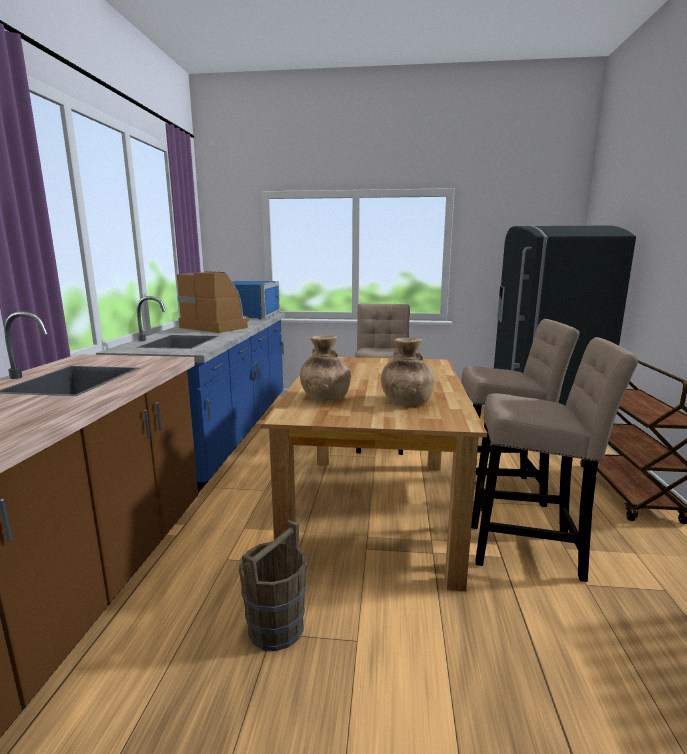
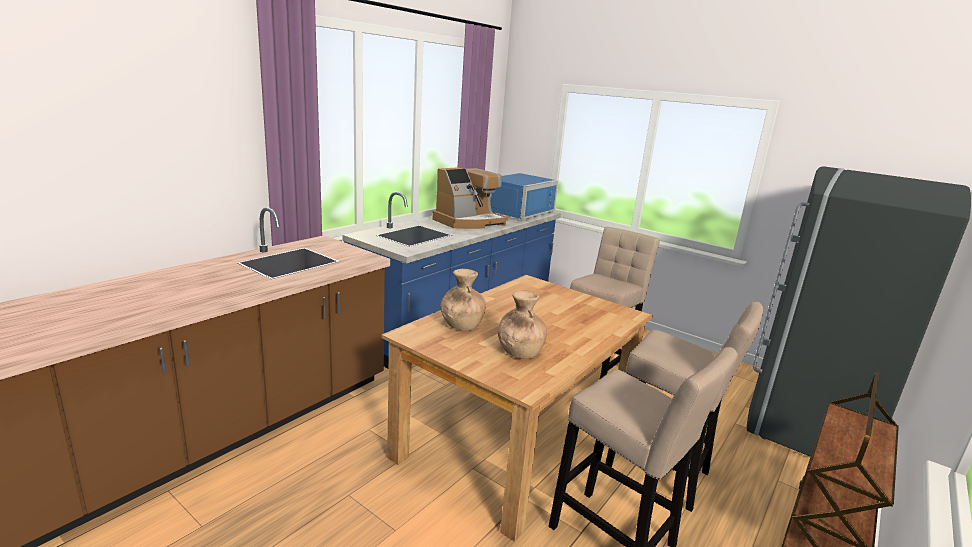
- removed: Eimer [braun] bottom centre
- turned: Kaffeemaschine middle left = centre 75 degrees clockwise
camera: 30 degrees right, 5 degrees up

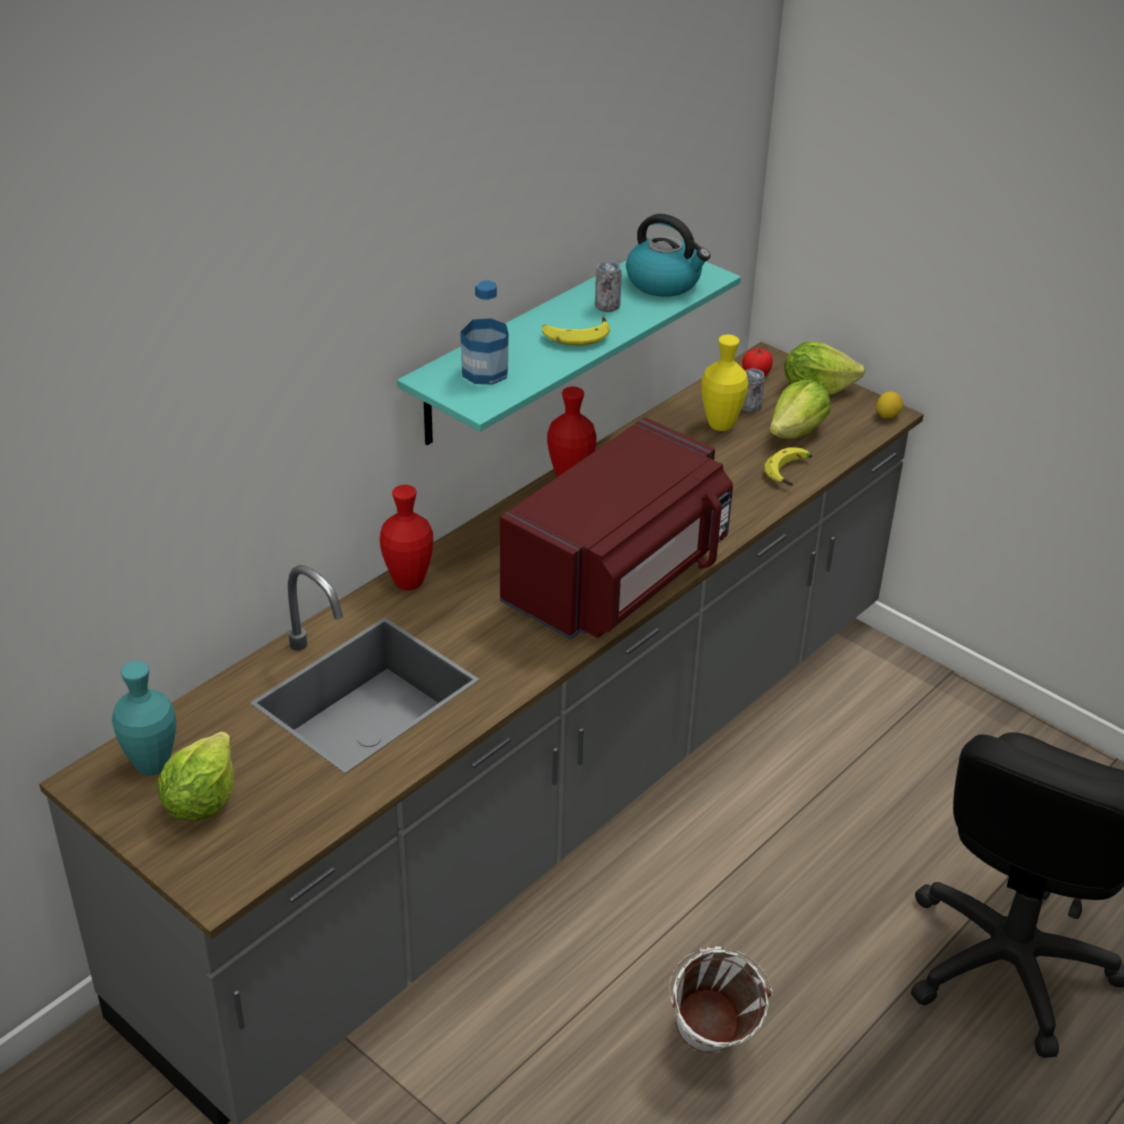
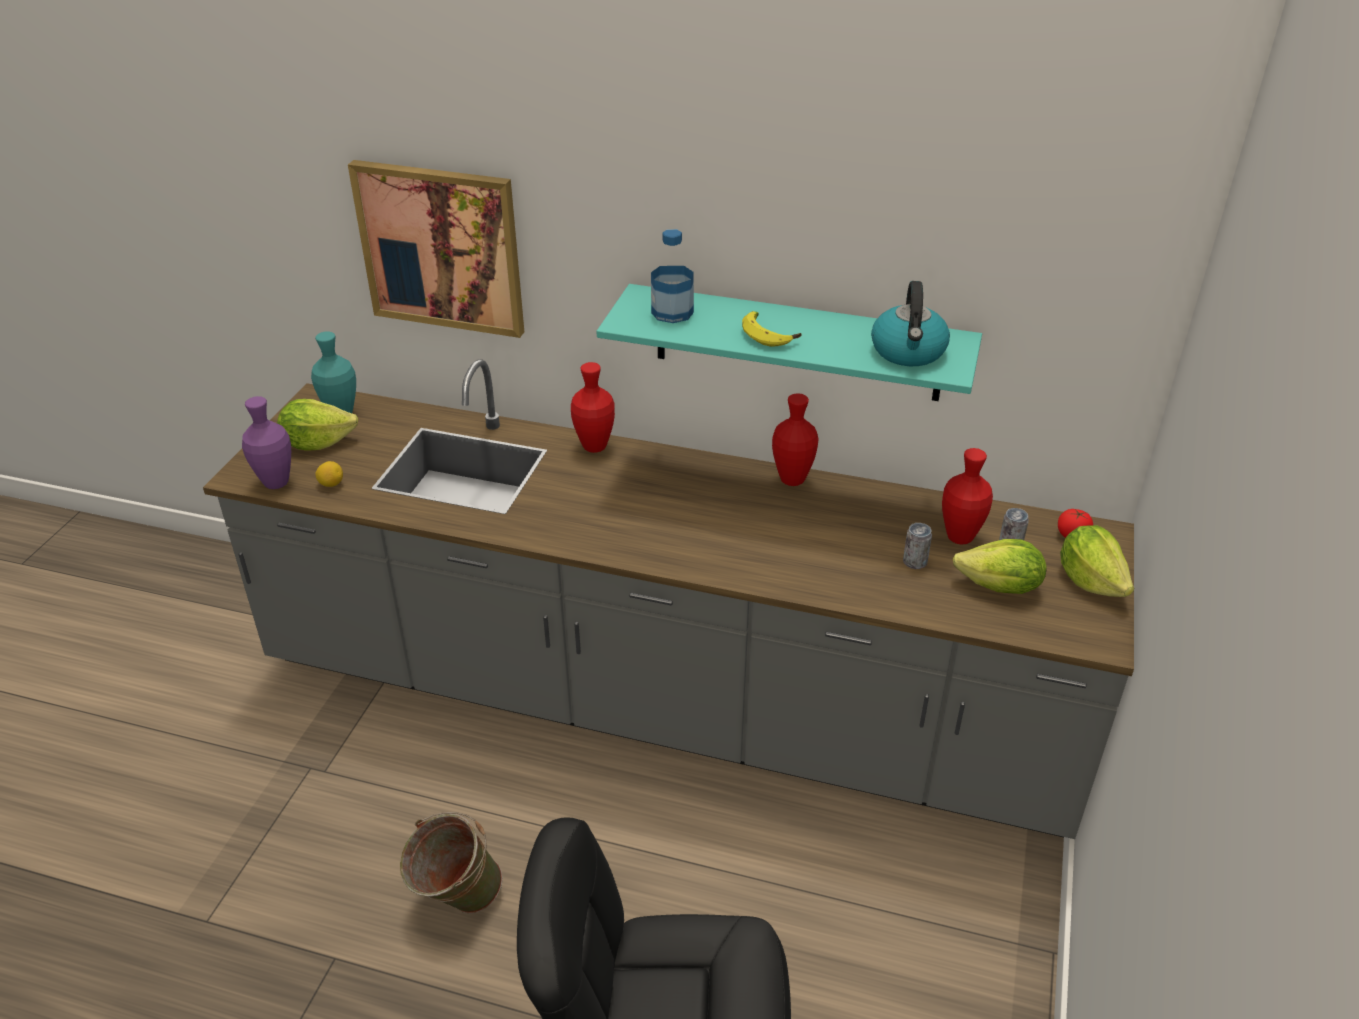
- removed: Mikrowelle [rot] centre
- removed: Banane (2nd from left) middle right
- added: Vase [lila] middle left
- added: Bild top left
- moved: Dose (1st from left) top centre to middle right
- moved: Zitrone middle right to middle left
- recoloured: Eimer [weiß] bottom centre to Eimer [grün] bottom left
- recoloured: Vase [gelb] centre to Vase [rot] (3rd from left) middle right
camera: 65 degrees right, 0 degrees up

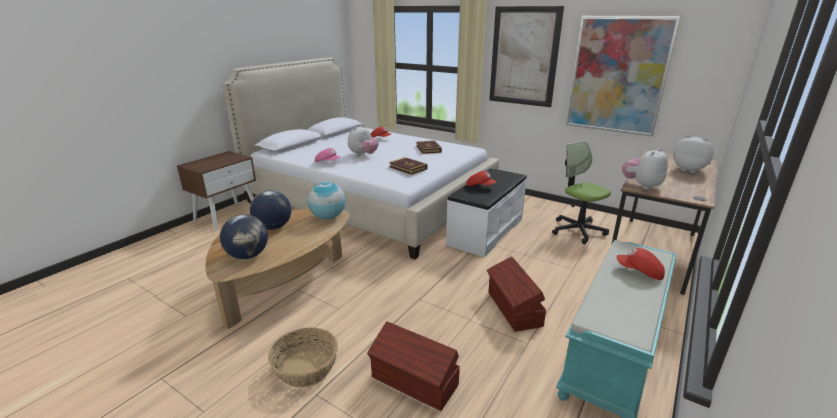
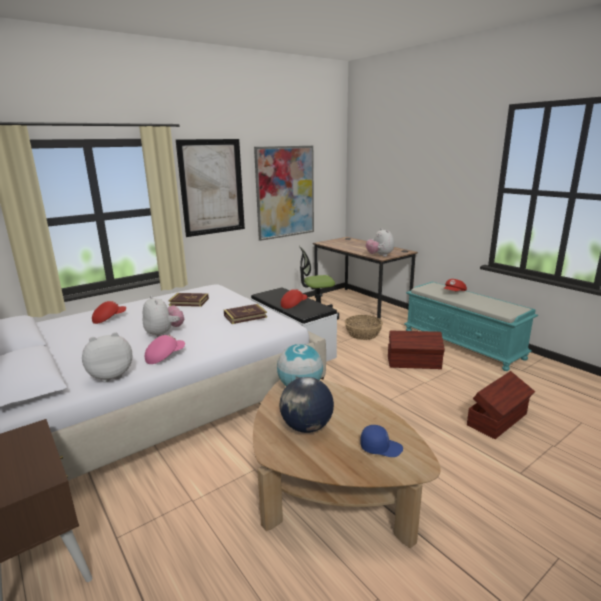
- moved: Korb bottom centre to centre
- moved: Plüschtier (3rd from left in the first image) middle right to Plüschtier (1st from left) middle left
- replaced: Globus (1st from left) middle left to Kappe [blau] bottom centre
camera: 70 degrees left, 5 degrees down

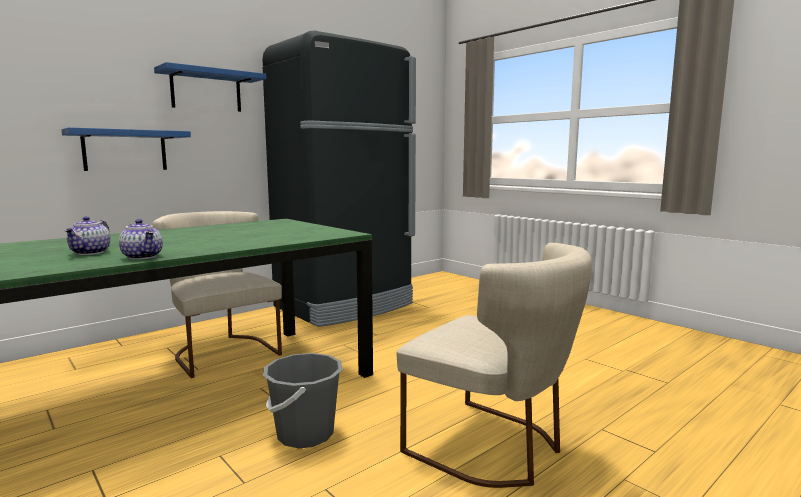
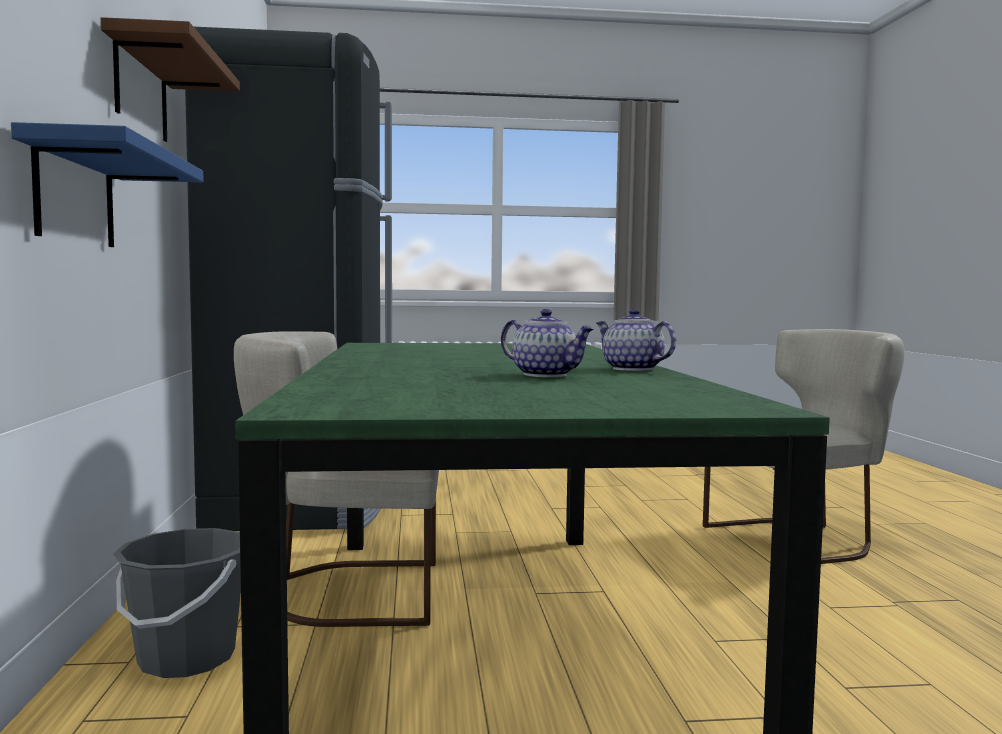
- moved: Eimer [grau] bottom centre to bottom left
- recoloured: Wandregal [blau] (2nd from left) top left to Wandregal [braun] top left
- turned: Teekanne (2nd from left) middle left = centre 120 degrees counterclockwise
camera: 55 degrees left, 5 degrees down

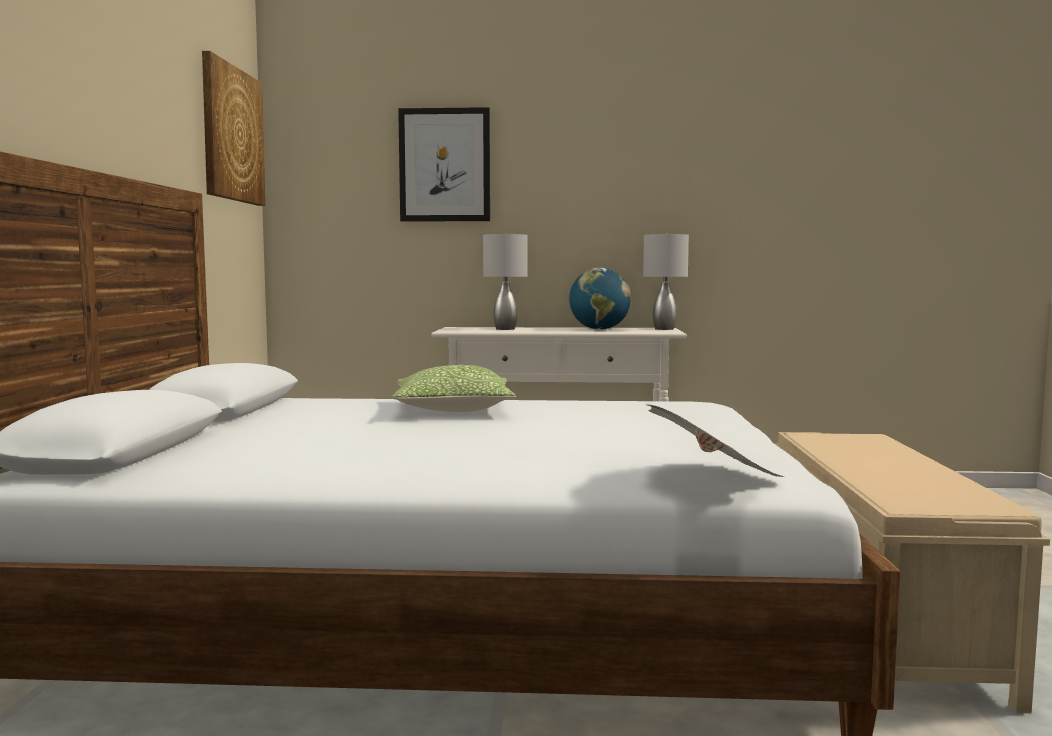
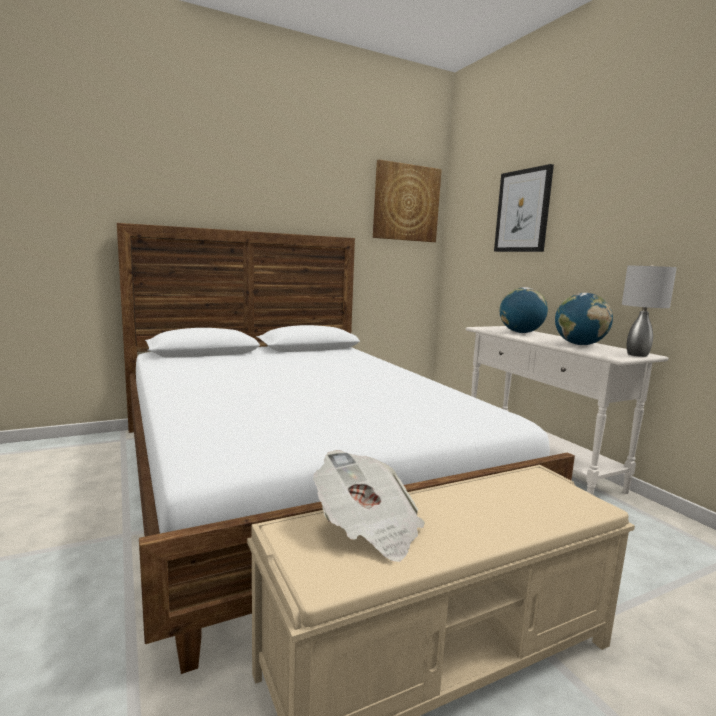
- removed: Kissen centre
- moved: Zeitung middle right to bottom centre
- replaced: Tischlampe [grau] (1st from left) centre to Globus (1st from left) middle right
camera: 60 degrees right, 5 degrees up

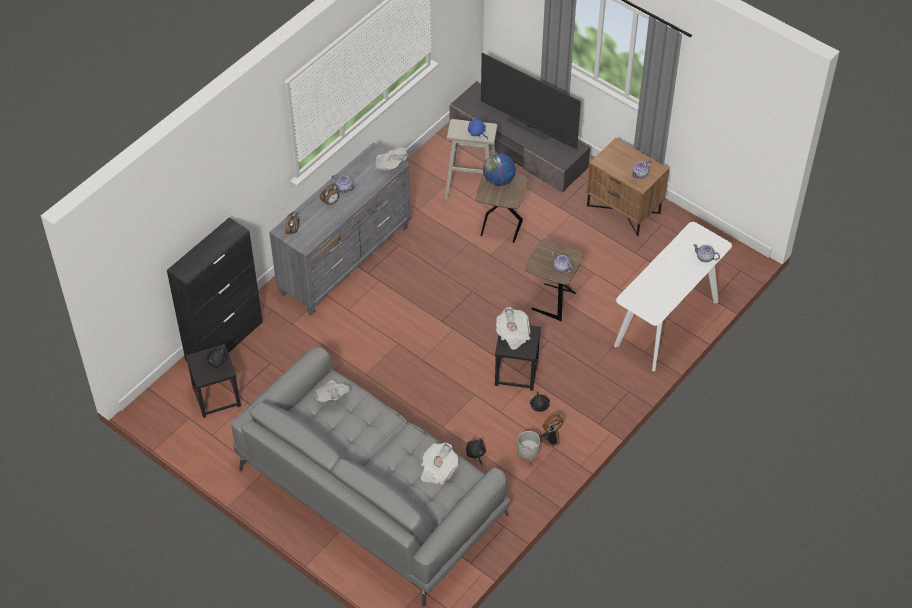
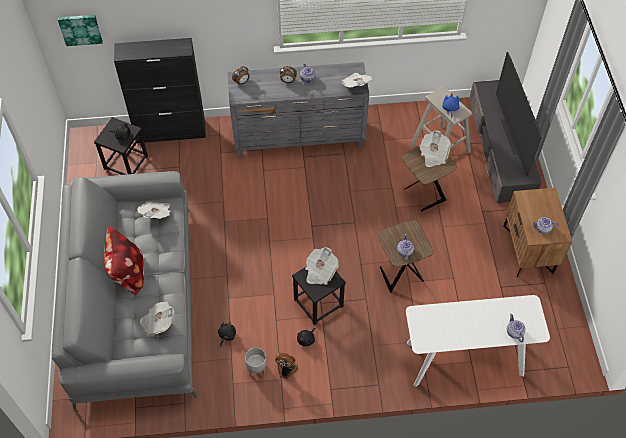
- added: Bild top left
- added: Kissen middle left
- replaced: Globus top centre to Zeitung (5th from left) middle right
camera: 45 degrees right, 5 degrees up

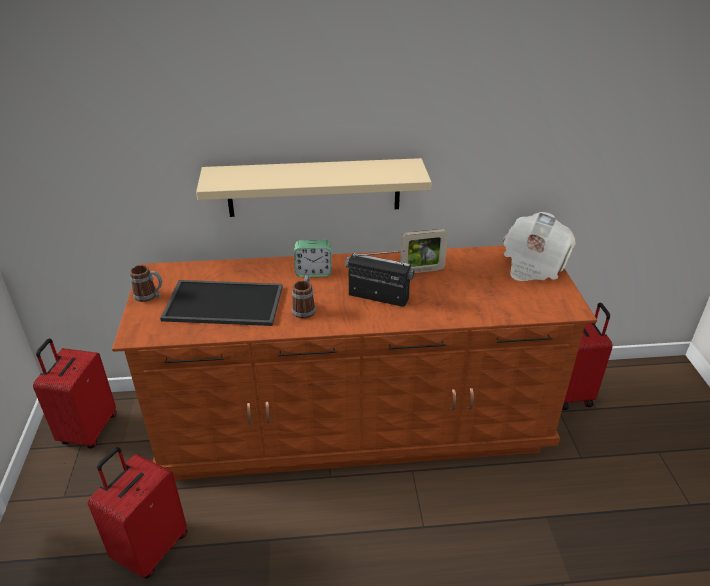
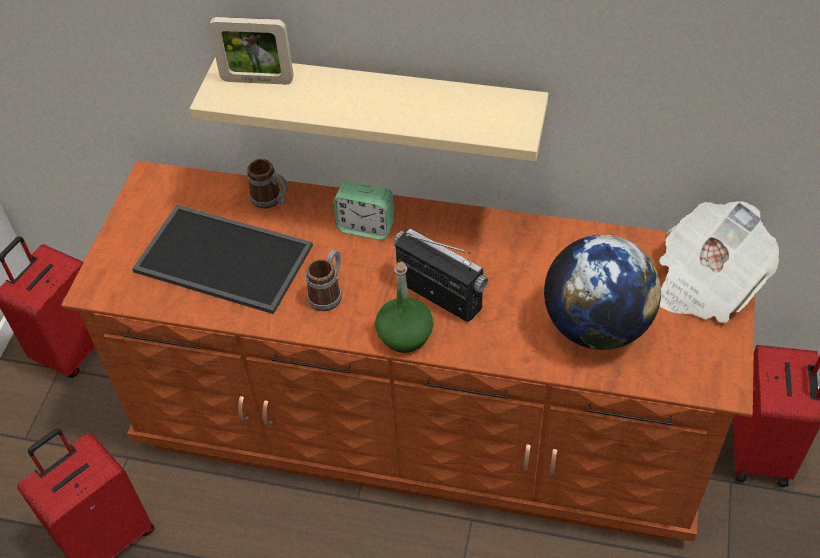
- added: Flasche [grün] centre
- added: Globus middle right
- moved: Henkelbecher (1st from left) middle left to top left
- moved: Bilderrahmen centre to top left
camera: 20 degrees right, 15 degrees up

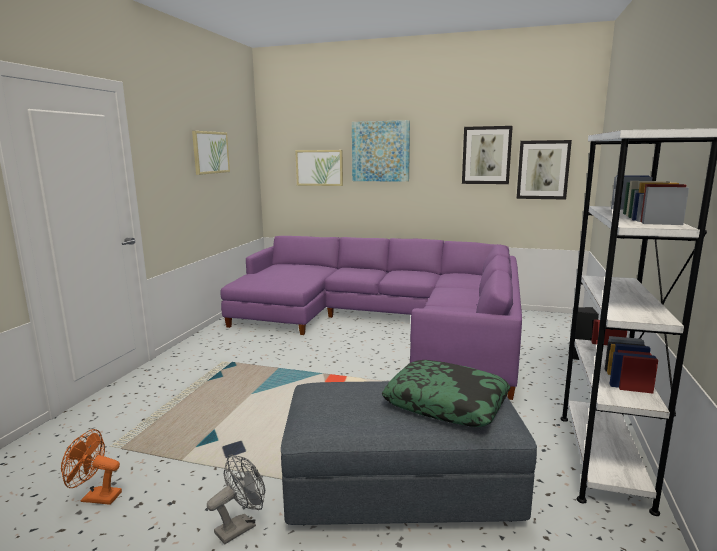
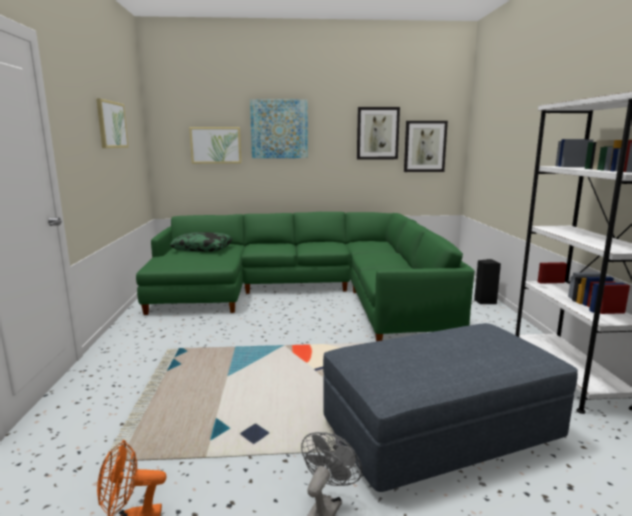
- moved: Kissen bottom centre to middle left
- recoloured: Sofa [lila] centre to Sofa [grün] centre
camera: 20 degrees left, 0 degrees up

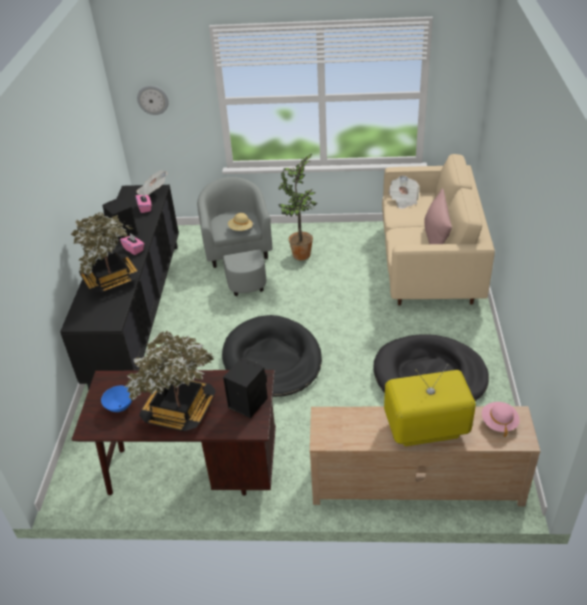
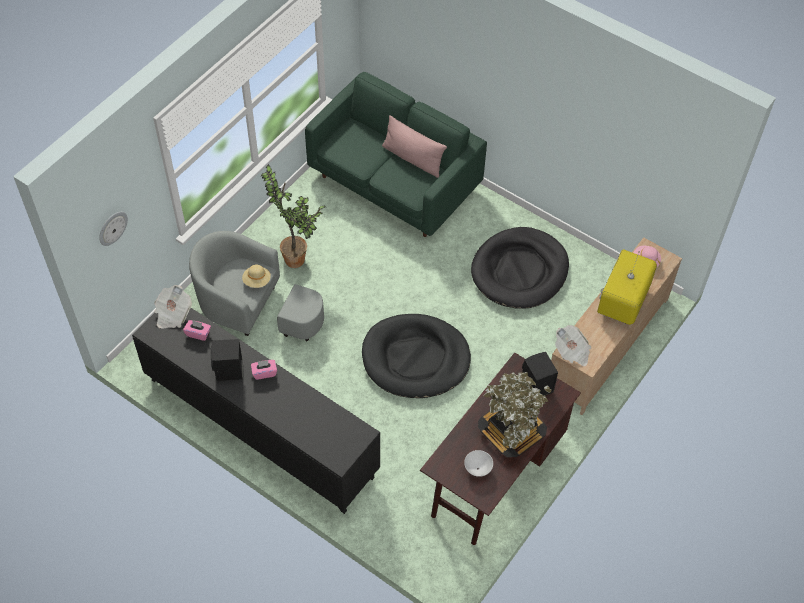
- removed: Topfpflanze (1st from left) middle left
- moved: Zeitung (2nd from left) top right to middle right
- recoloured: Schüssel [blau] middle left to Schüssel [weiß] bottom centre
- recoloured: Sofa [beige] middle right to Sofa [grün] top centre
camera: 60 degrees left, 15 degrees up

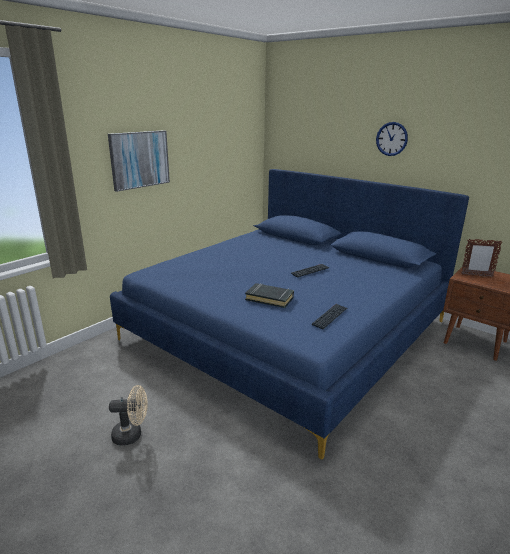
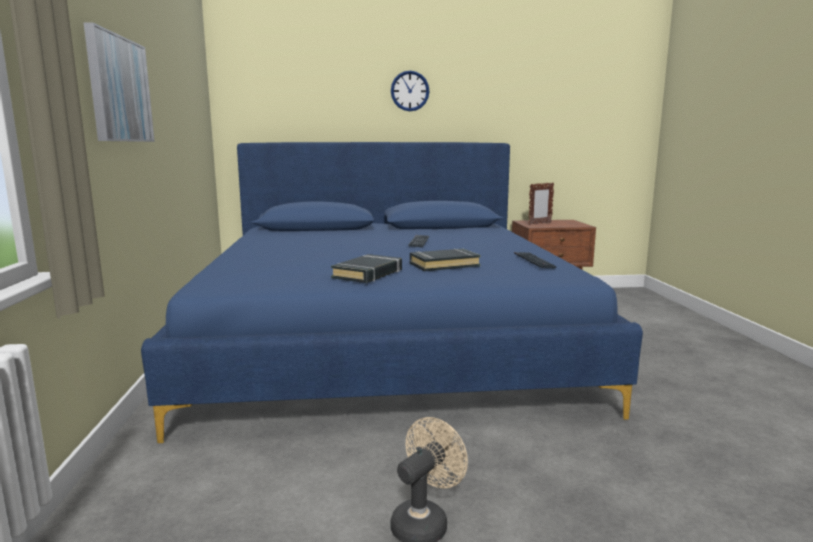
- added: Buch [schwarz] (1st from left) centre
camera: 45 degrees left, 10 degrees down

